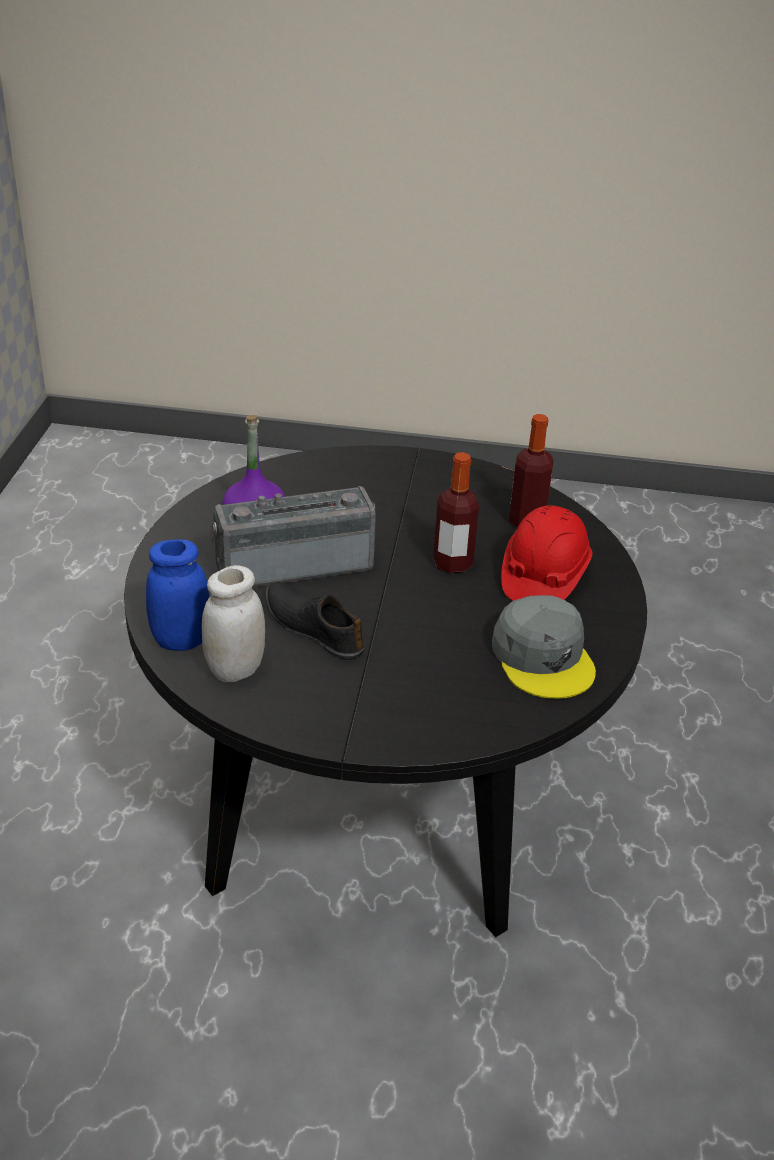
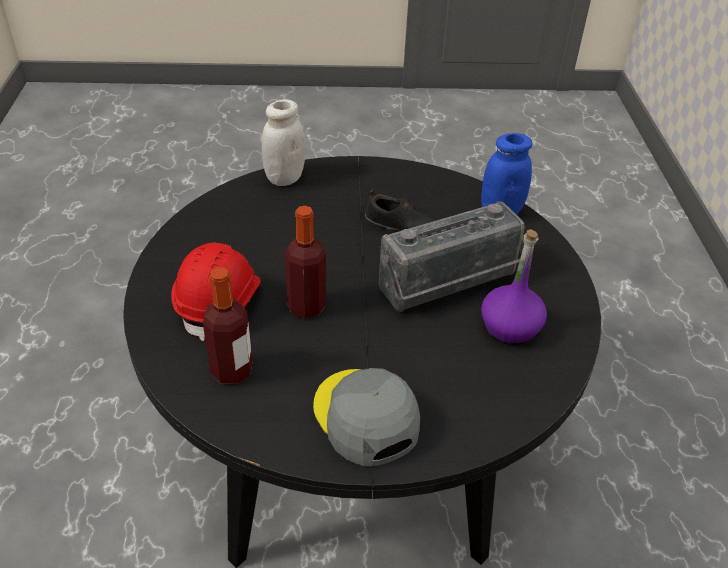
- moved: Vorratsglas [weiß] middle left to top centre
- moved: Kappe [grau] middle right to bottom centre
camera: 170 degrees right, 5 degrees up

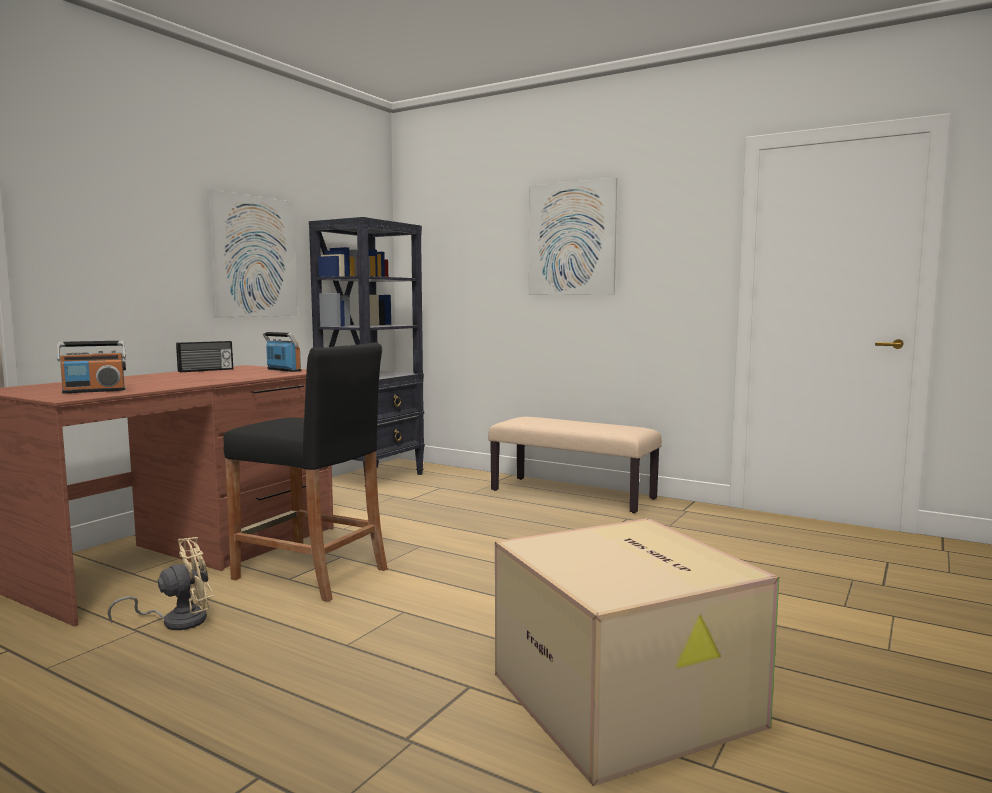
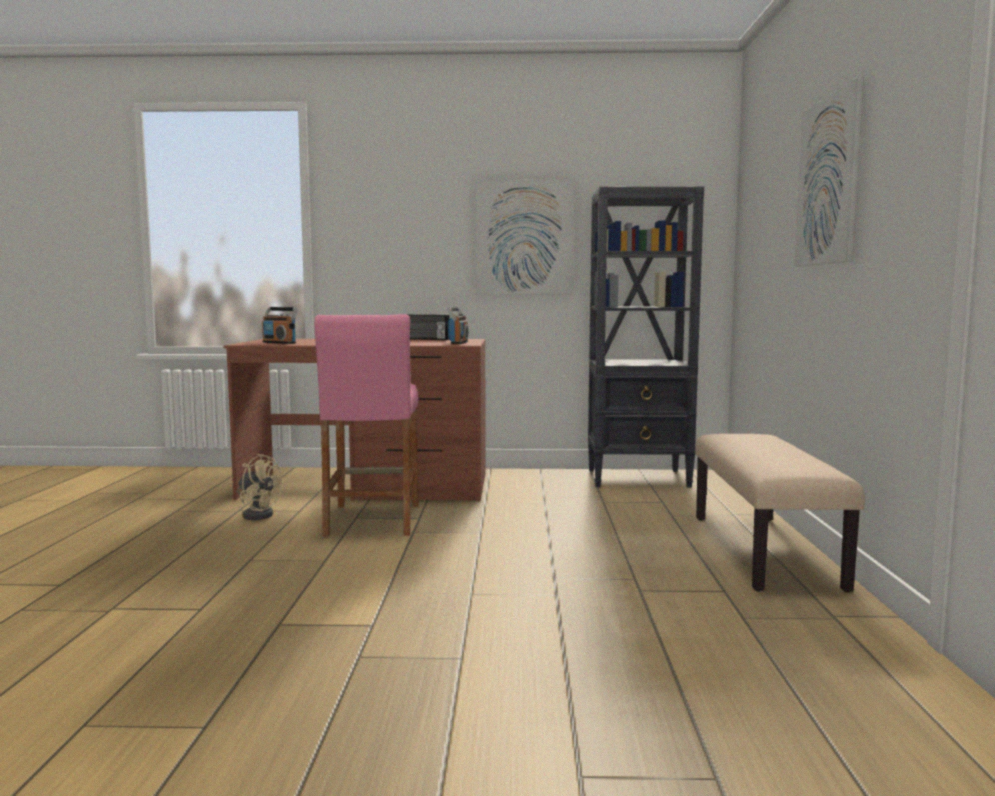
- removed: Karton bottom centre
- recoloured: Hocker [schwarz] middle left to Hocker [rosa] centre
camera: 60 degrees right, 0 degrees up

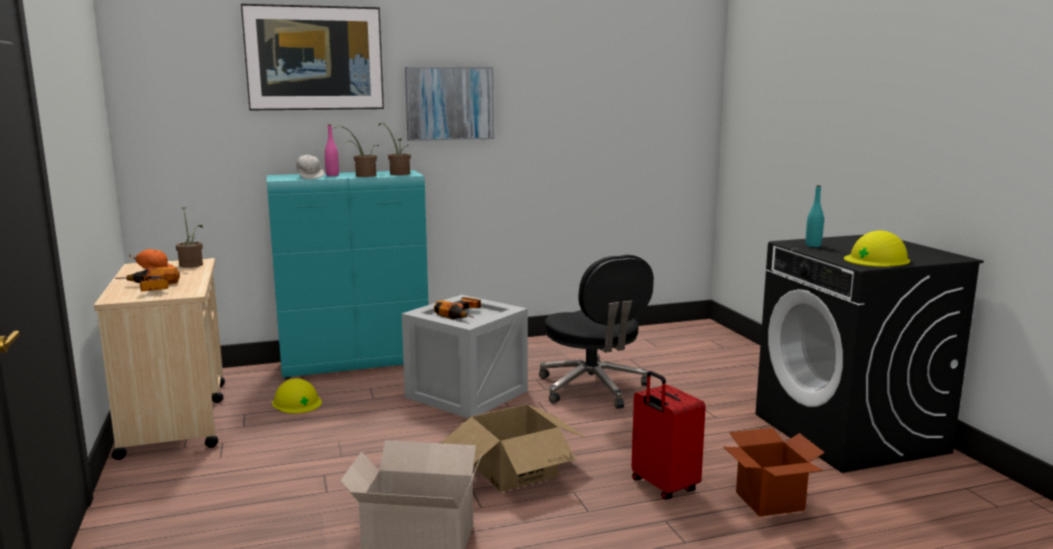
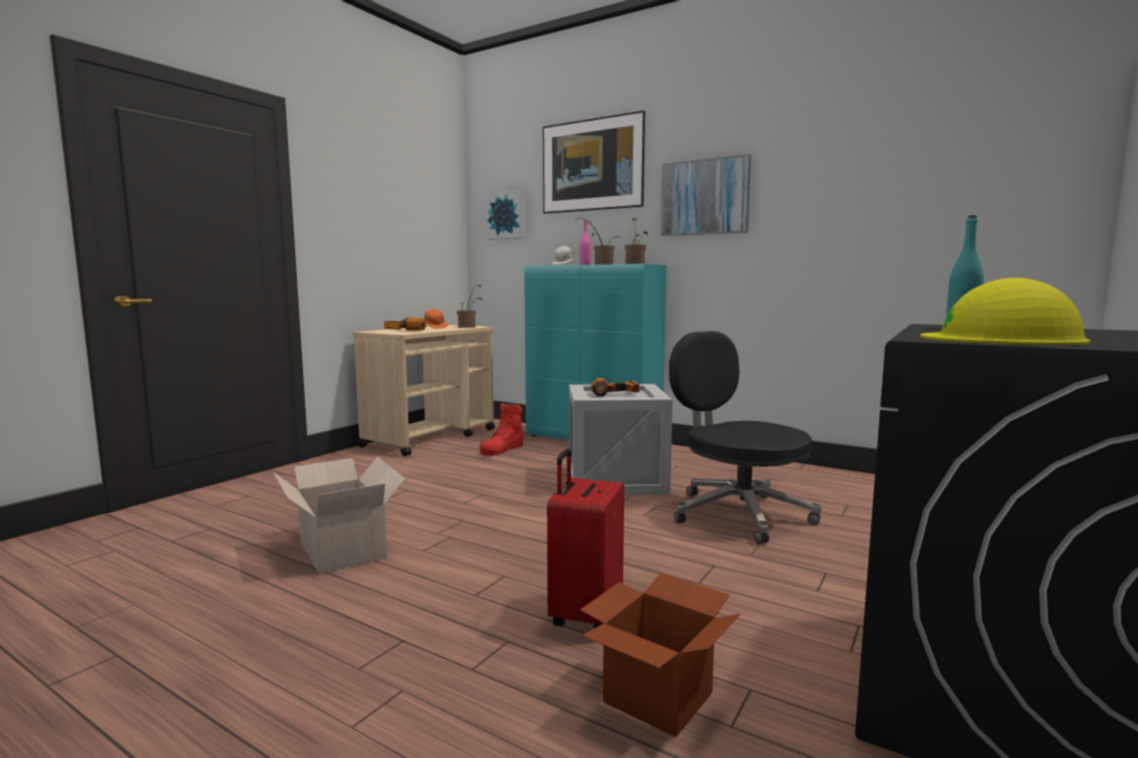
- removed: Karton (2nd from left) bottom centre
- added: Bild (1st from left) top centre
- replaced: Schutzhelm [gelb] (1st from left) bottom left to Stiefel [rot] centre
- turned: Bürostuhl [schwarz] centre = centre 120 degrees clockwise
camera: 50 degrees right, 5 degrees down

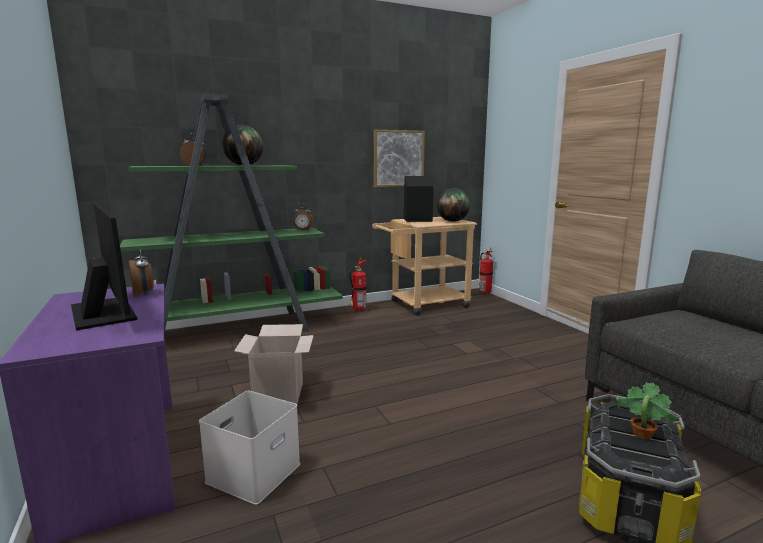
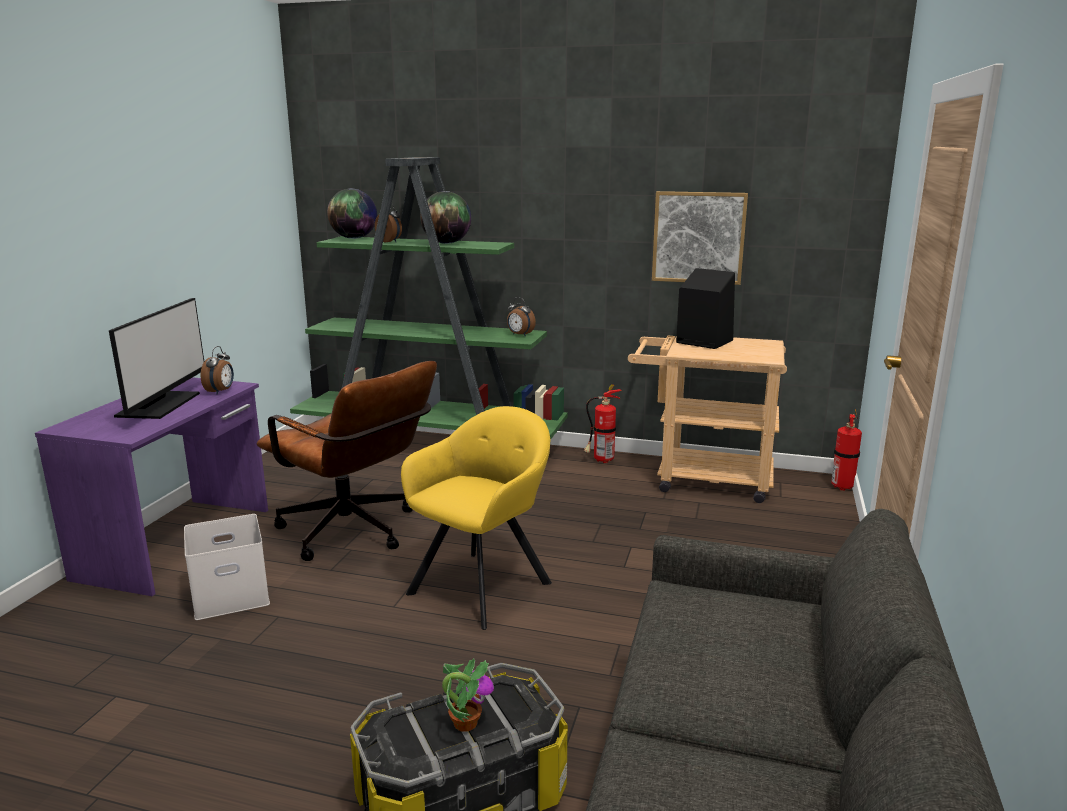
- added: Sessel [gelb] centre
- moved: Globus (2nd from left in the first image) centre to Globus (1st from left) top left
- replaced: Karton bottom centre to Bürostuhl [braun] middle left
camera: 40 degrees right, 5 degrees up

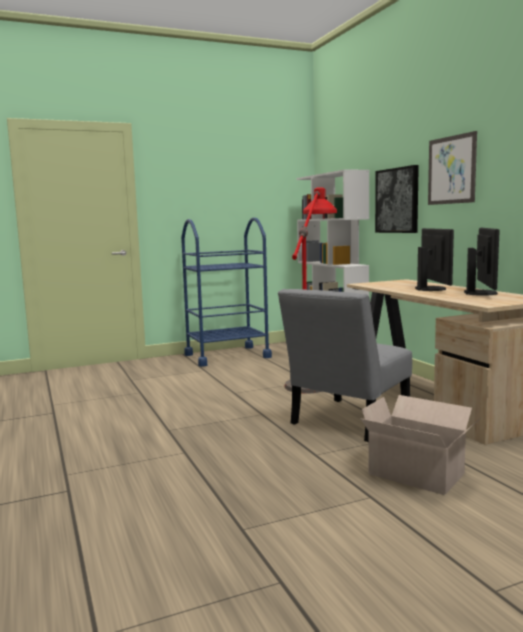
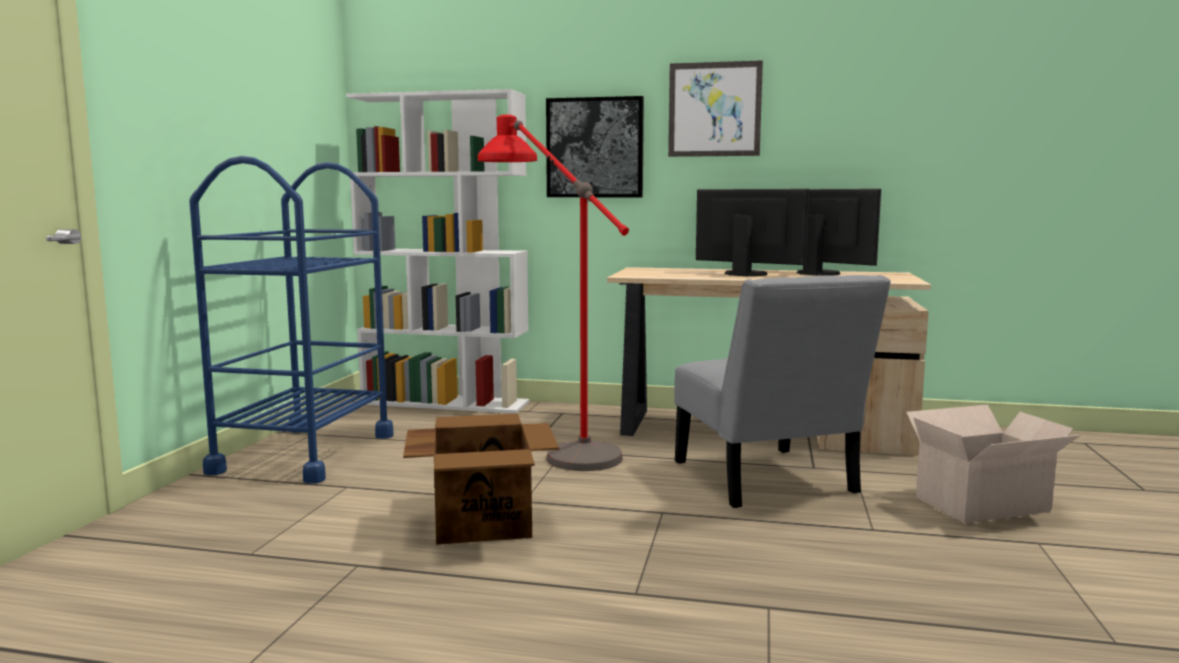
- added: Karton (1st from left) bottom centre
camera: 55 degrees left, 0 degrees up

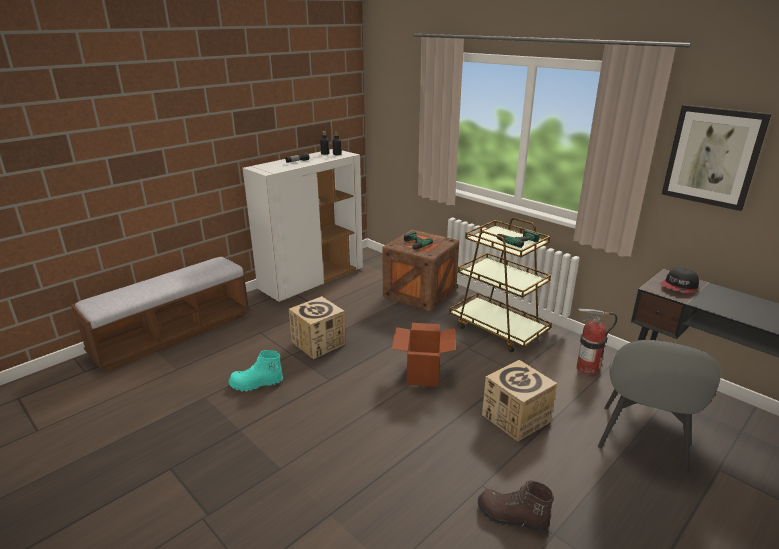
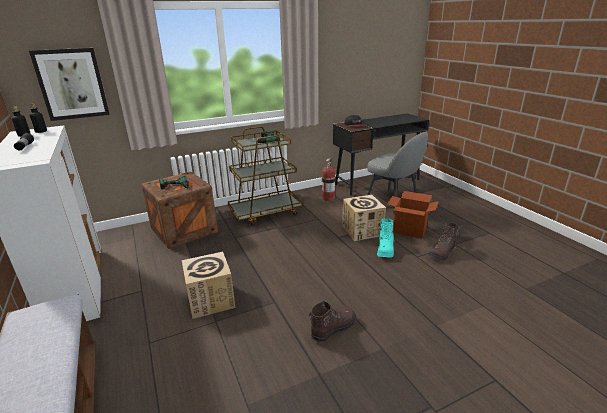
- added: Stiefel [braun] (1st from left) bottom centre
- moved: Stiefel [türkis] bottom left to centre
- moved: Karton (2nd from left in the first image) centre to Karton (3rd from left) middle right
- moved: Bild top right to top left
camera: 70 degrees left, 0 degrees up

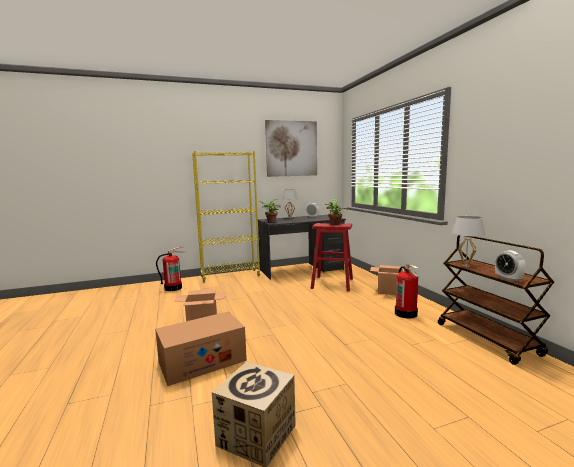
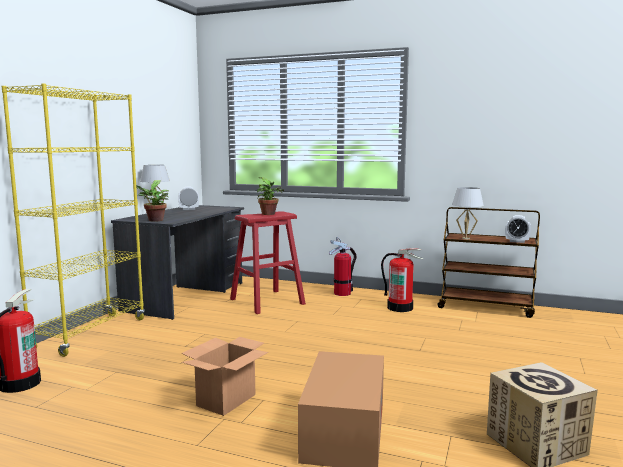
- removed: Bild top centre
- replaced: Karton (4th from left) middle right to Feuerlöscher (2nd from left) centre
camera: 50 degrees left, 0 degrees up

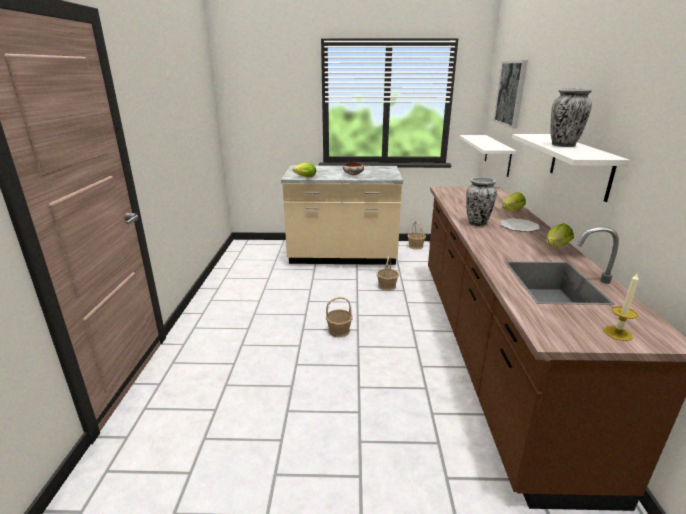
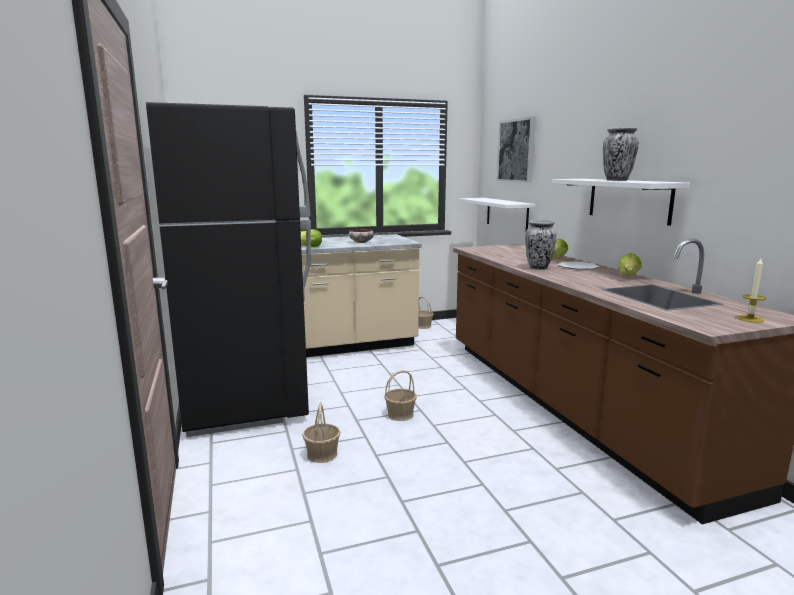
- added: Kühlschrank [schwarz] middle left
- moved: Korb (2nd from left in the first image) centre to Korb (1st from left) bottom centre
camera: 20 degrees left, 10 degrees down

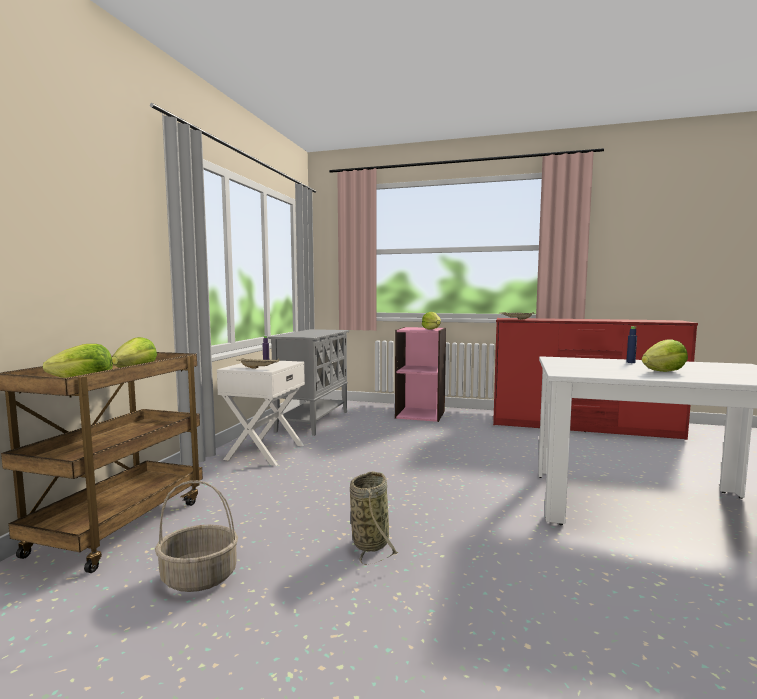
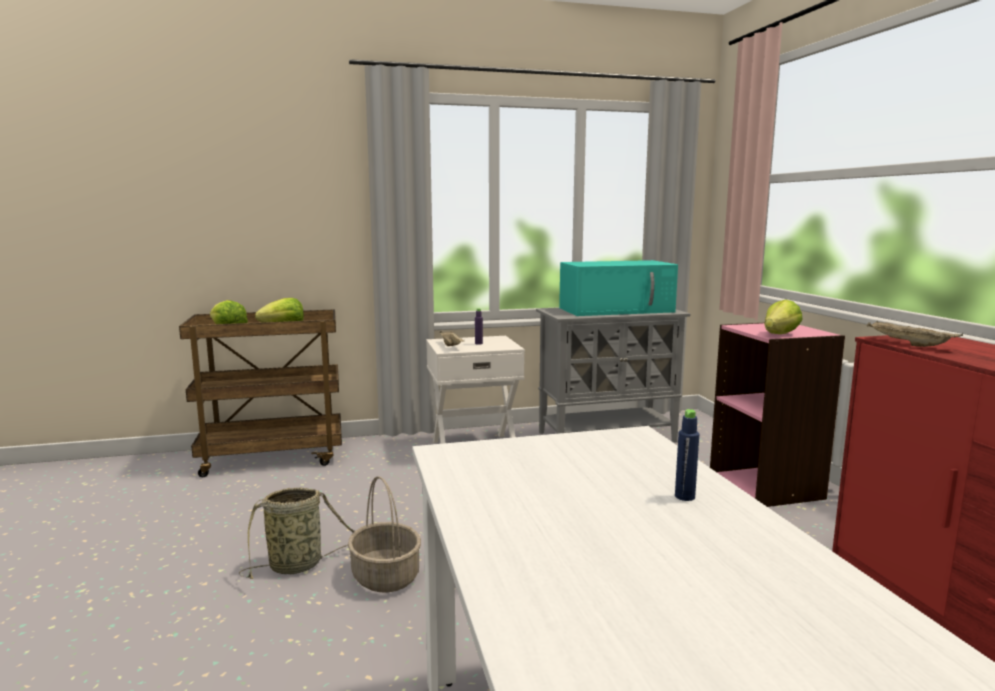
- removed: Salatkopf (4th from left) middle right
- added: Mikrowelle [türkis] centre
- moved: Korb (1st from left in the first image) bottom left to Korb (2nd from left) bottom centre
camera: 60 degrees right, 5 degrees up

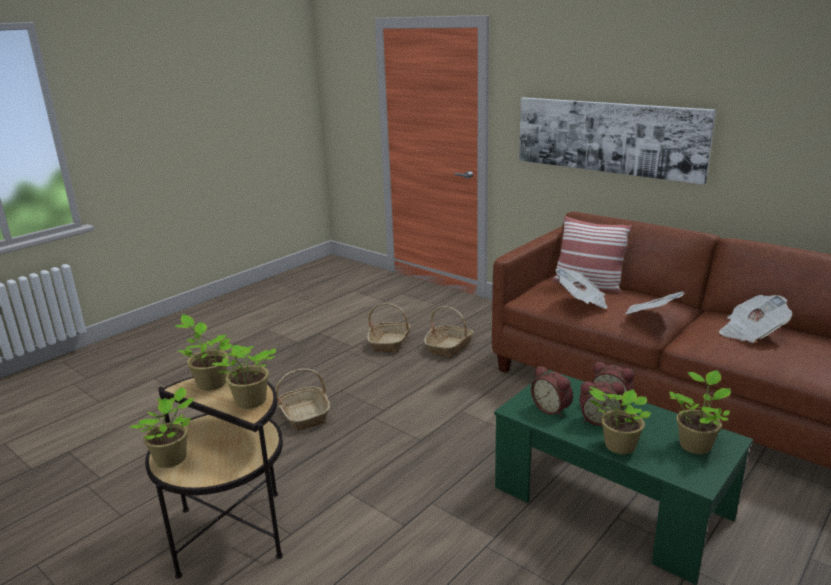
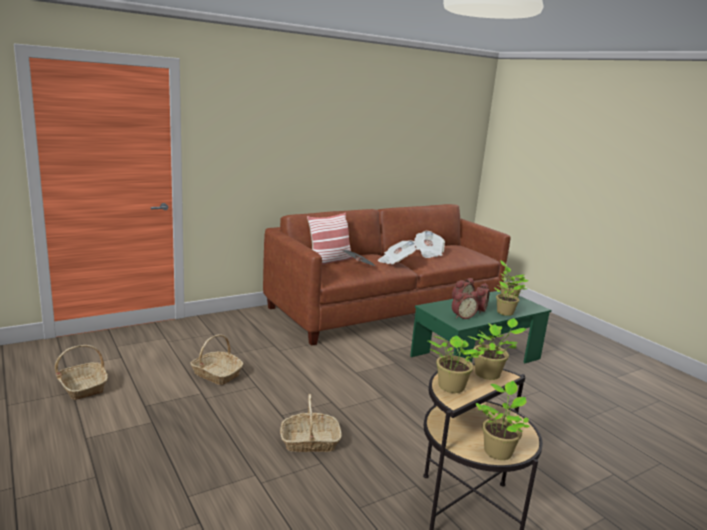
- removed: Bild top right
- moved: Korb (3rd from left in the first image) centre to Korb (1st from left) bottom left
camera: 75 degrees left, 5 degrees down

